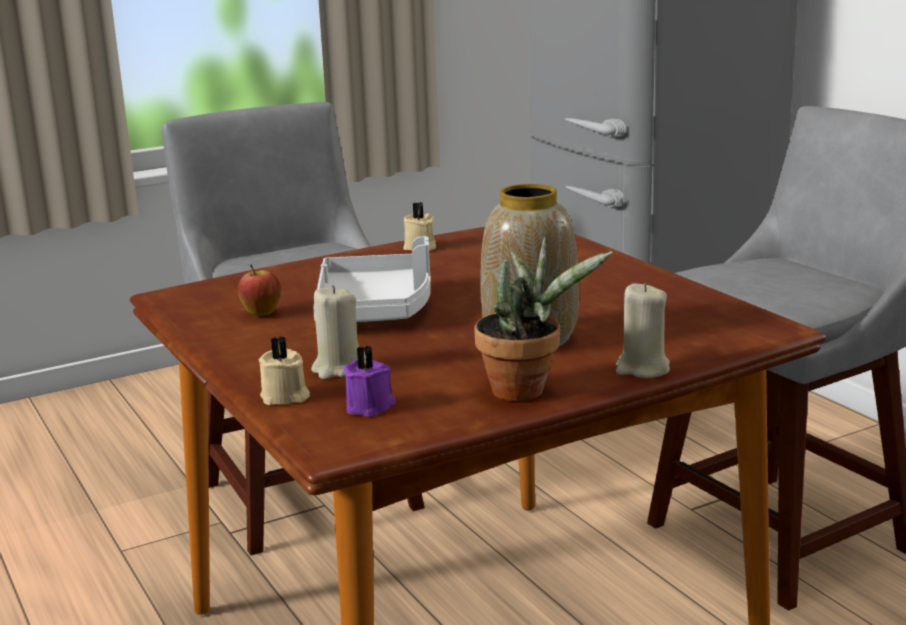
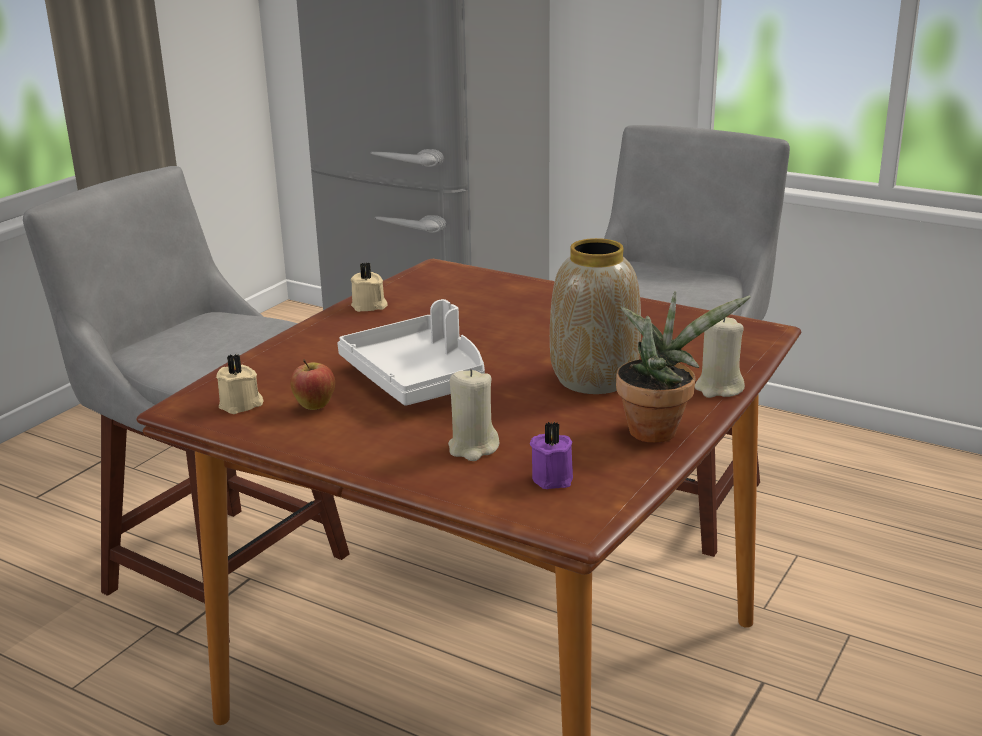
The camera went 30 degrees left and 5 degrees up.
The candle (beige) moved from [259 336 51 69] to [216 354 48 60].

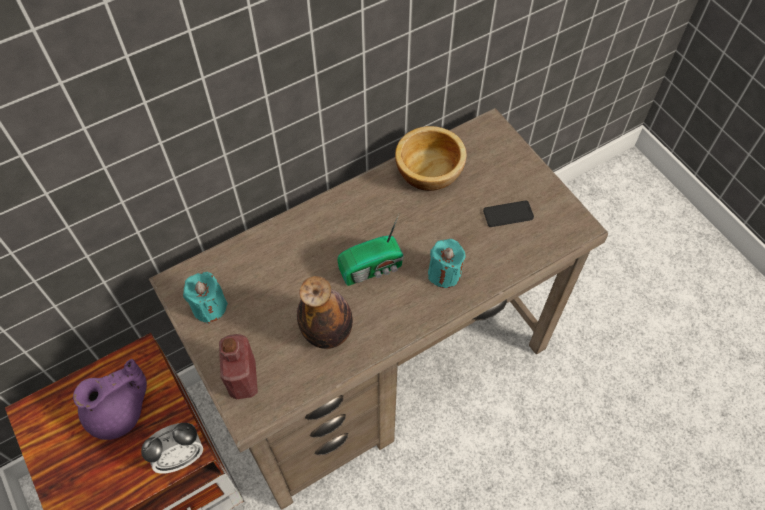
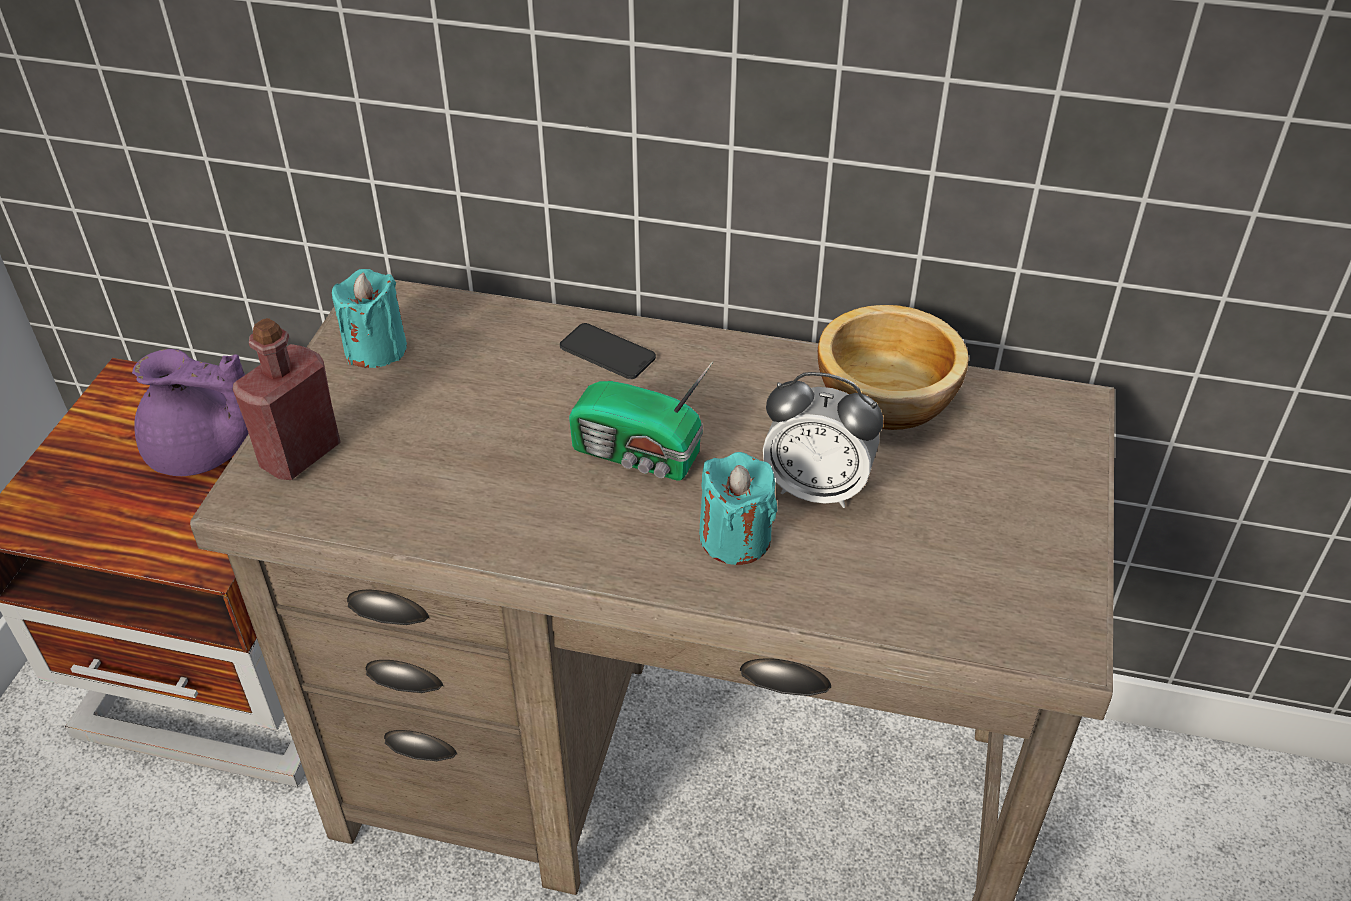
The camera went 45 degrees right and 15 degrees down.
The bottle at [297 276 56 73] disappeared.
The alarm clock moved from [141 423 62 51] to [763 372 120 136].
The telephone moved from [483 200 51 27] to [560 323 96 56].

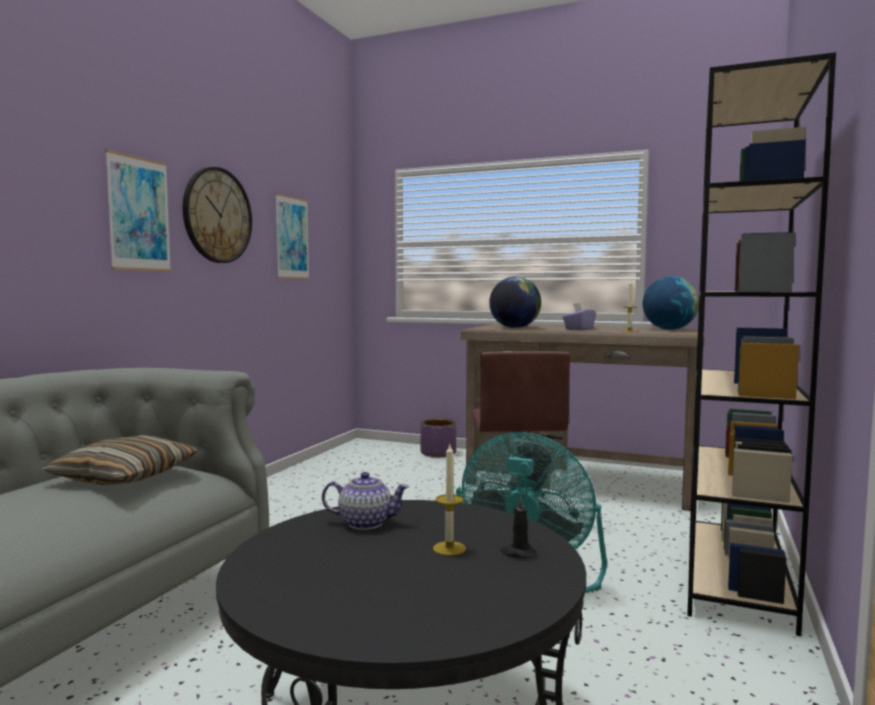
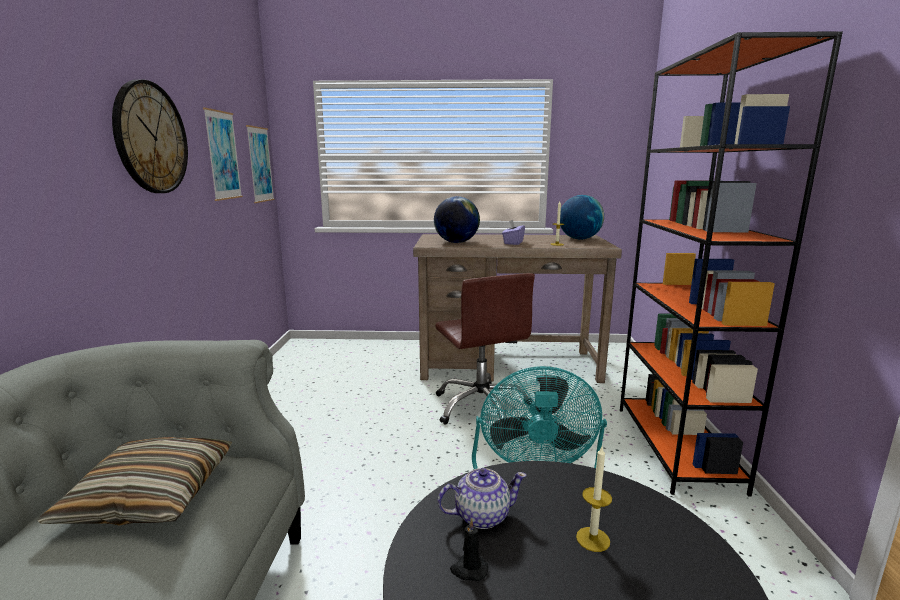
The camera went 20 degrees left and 10 degrees up.
The planter (purple-coloured) at [421 419 35 38] disappeared.
The picture moved from [105 150 67 121] to [246 125 29 78].
The candle (black) moved from [501 496 36 63] to [450 518 38 63].
The bookshelf (beige) at [687 52 149 584] became the bookshelf (orange) at [620 31 223 466].

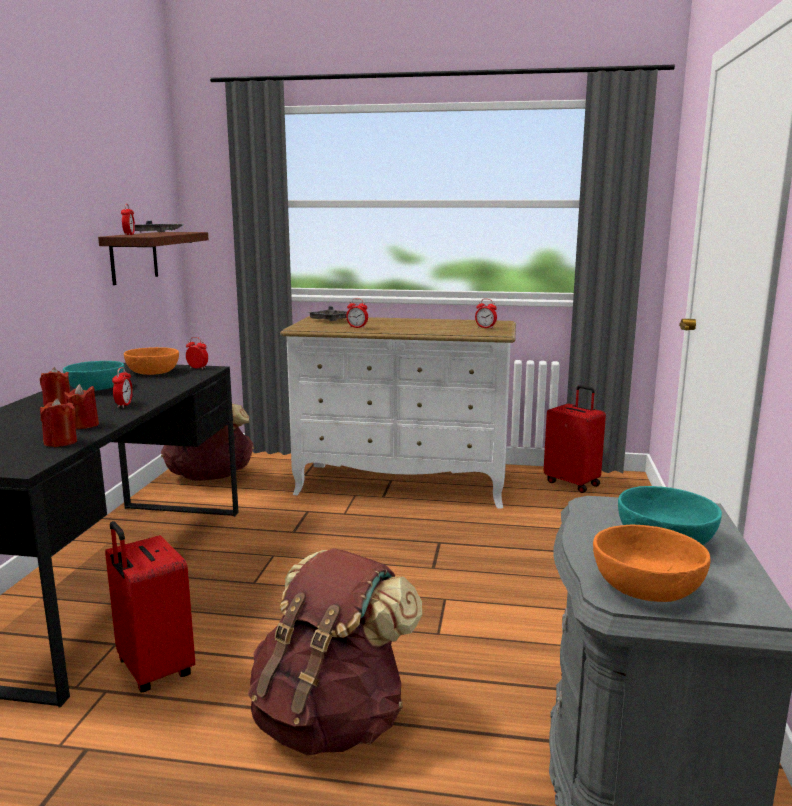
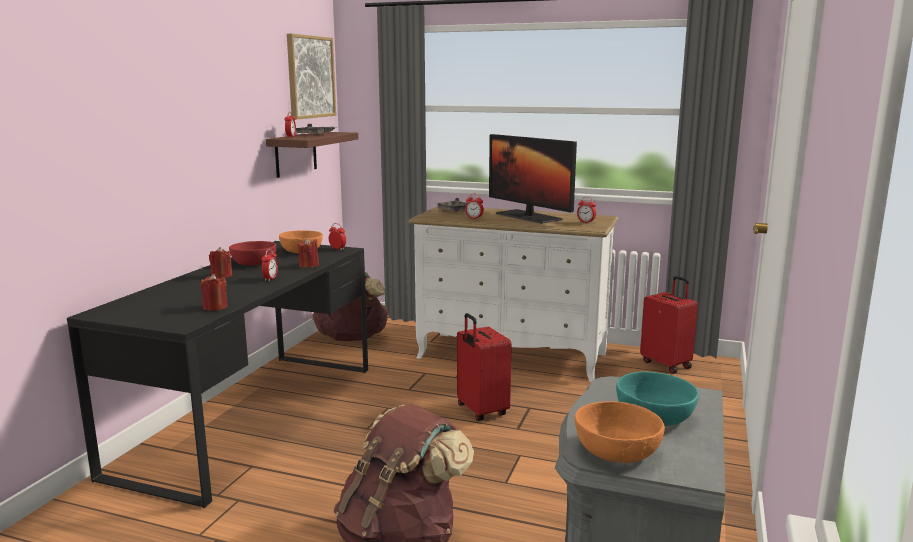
The camera went 10 degrees right and 0 degrees up.
The picture at [287 34 49 85] appeared.
The monitor at [489 134 88 90] appeared.
The candle (red-coloured) moved from [65 384 34 45] to [298 238 21 30].
The travel case (red-coloured) moved from [105 521 90 171] to [457 313 55 108].
The deep dish (turquoise-coloured) at [63 361 62 30] became the deep dish (red-coloured) at [229 241 47 24].

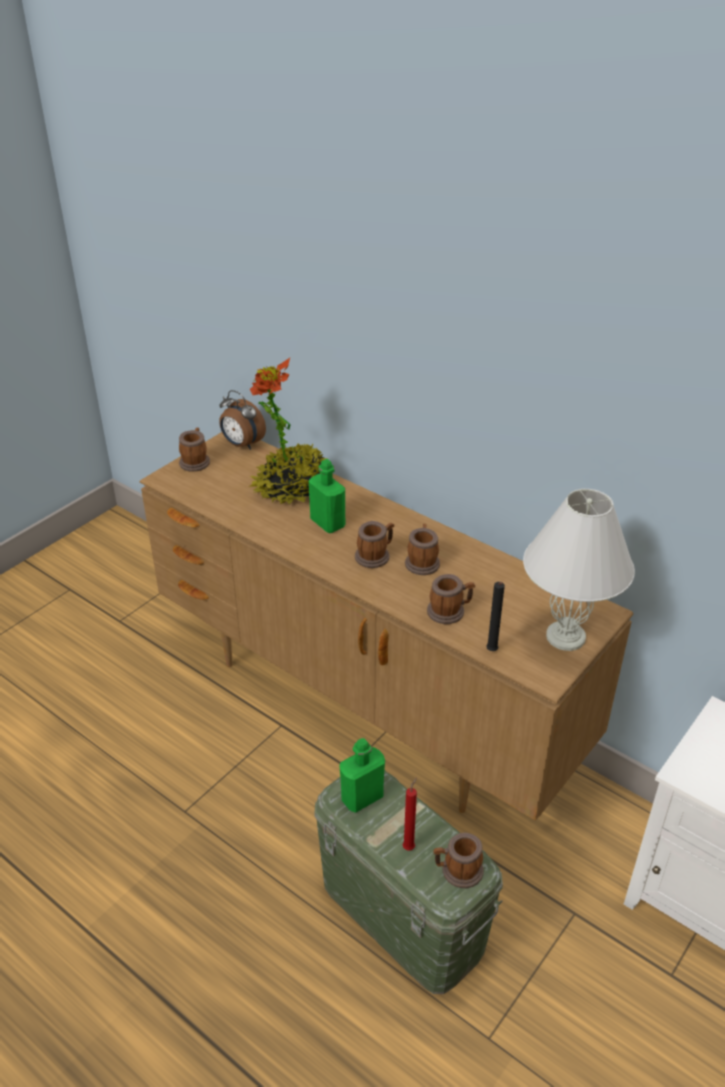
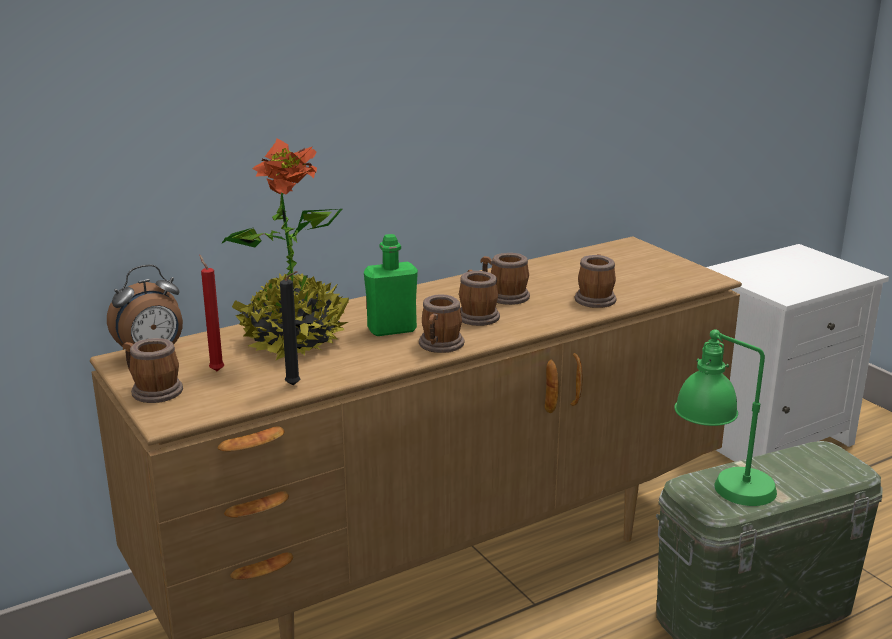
The camera went 70 degrees left and 15 degrees down.
The table lamp (white-coloured) at [523 489 112 162] disappeared.
The candle (red-coloured) moved from [403 777 14 74] to [199 255 25 116].
The tea mug moved from [433 832 50 56] to [419 294 45 59].
The candle (black) moved from [486 582 19 69] to [280 271 20 114].
The bottle (green) at [339 738 46 75] was replaced by the table lamp (green) at [674 329 103 177].

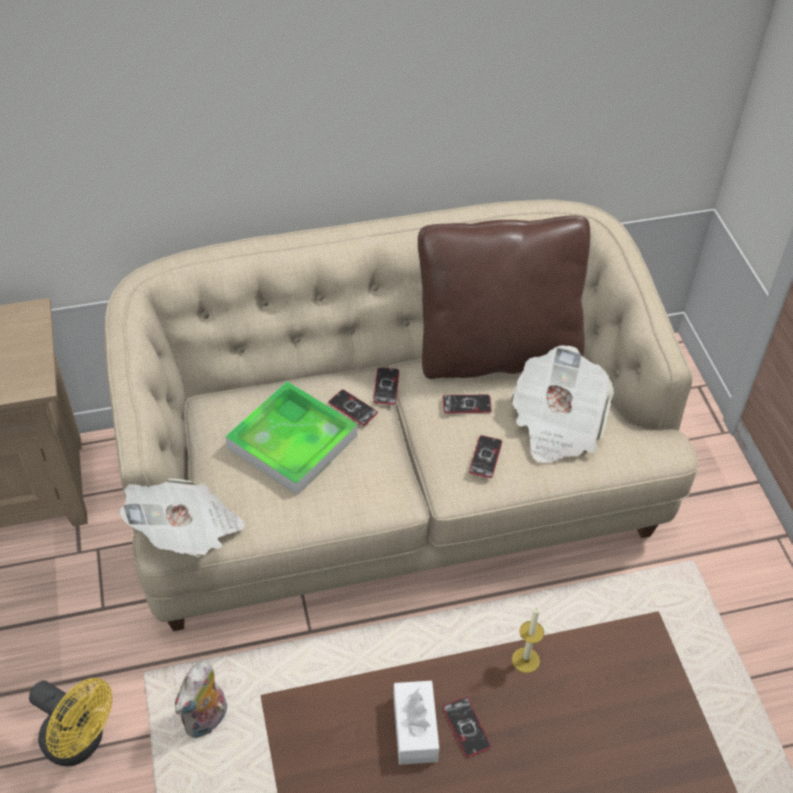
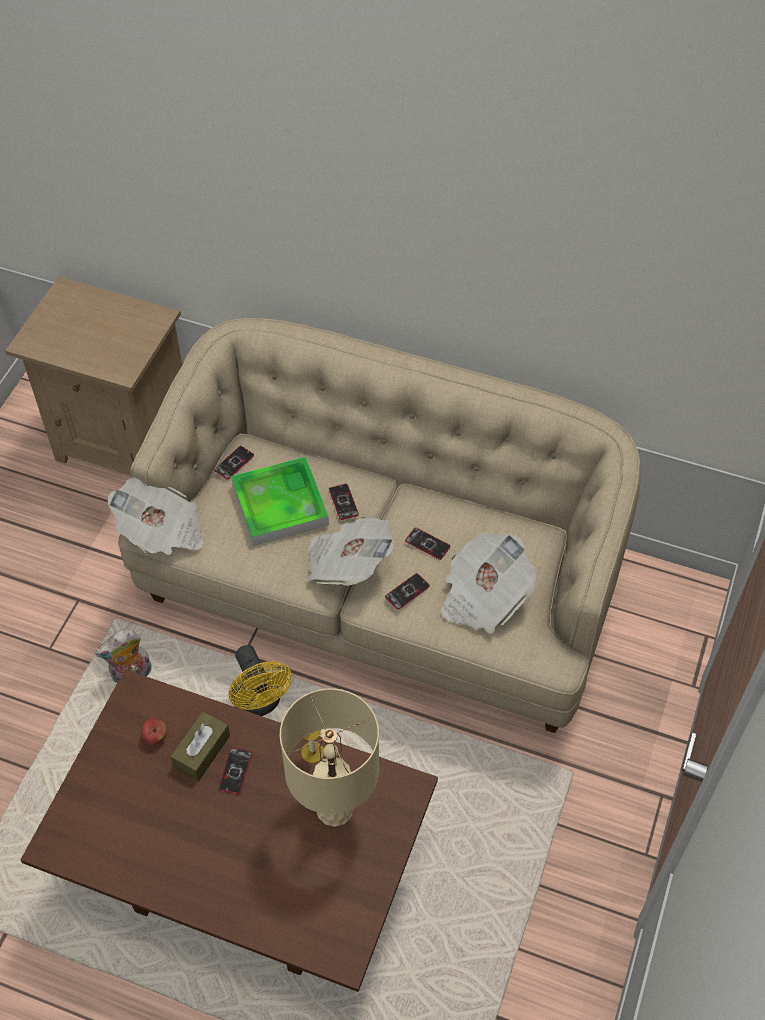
The camera went 35 degrees right and 5 degrees up.
The cushion (brown-coloured) at [418 215 172 164] disappeared.
The whole apple at [141 718 26 27] appeared.
The table lamp (beige) at [280 688 99 139] appeared.
The printed paper at [308 516 86 70] appeared.
The electric fan (yellow-coloured) moved from [29 678 83 88] to [229 645 63 71].
The telephone moved from [373 367 26 38] to [214 446 40 34].
The tissue holder (white-coloured) at [393 681 46 84] became the tissue holder (brown-coloured) at [170 711 60 70].

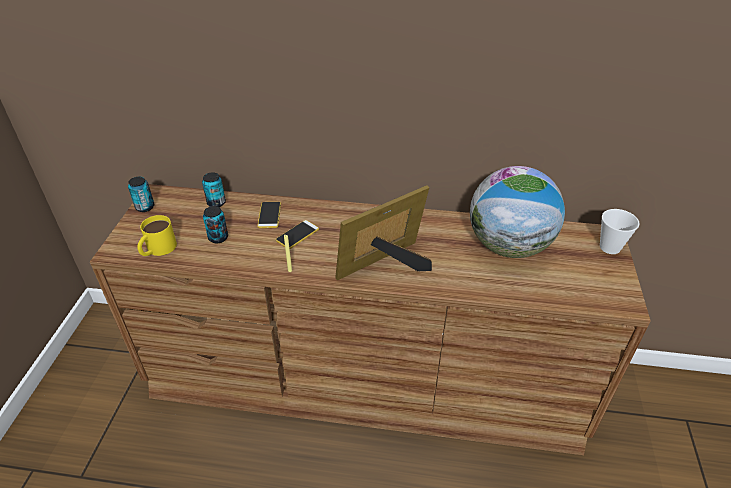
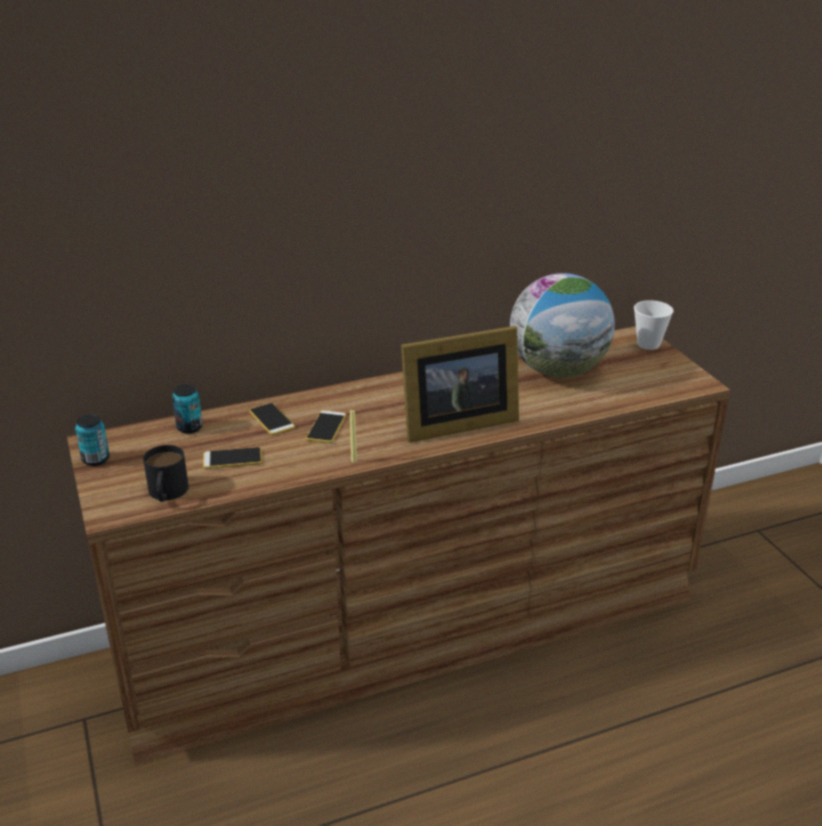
The camera went 30 degrees left and 10 degrees down.
The sealed can at [203 206 25 37] was replaced by the telephone at [203 447 59 22].
The tea mug (yellow-coloured) at [137 215 40 41] became the tea mug (black) at [143 445 46 57].
The photo frame at [335 185 97 95] turned 135 degrees counterclockwise.

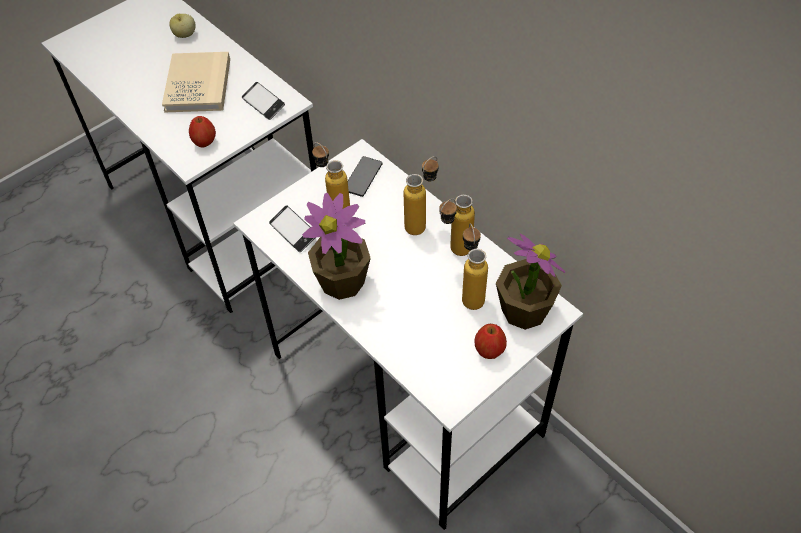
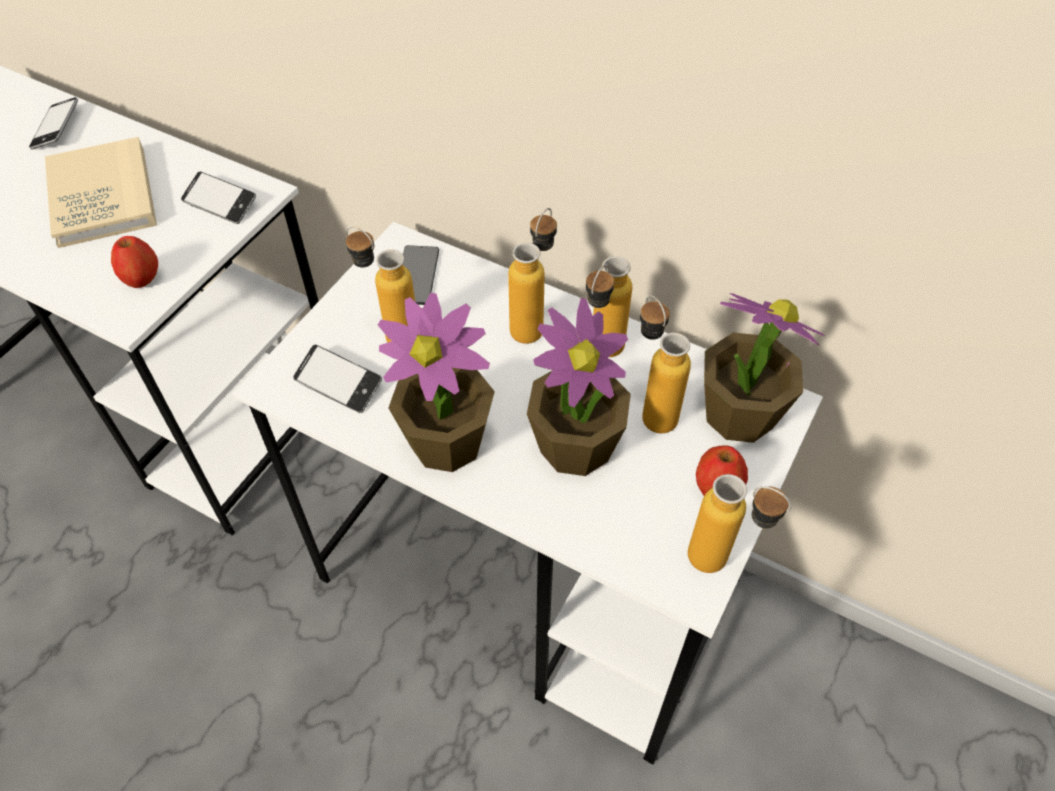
The camera went 20 degrees left and 0 degrees up.
The potted plant at [527 298 104 178] appeared.
The bottle at [688 474 103 99] appeared.
The whole apple at [169 14 27 24] was replaced by the telephone at [29 97 49 52].

